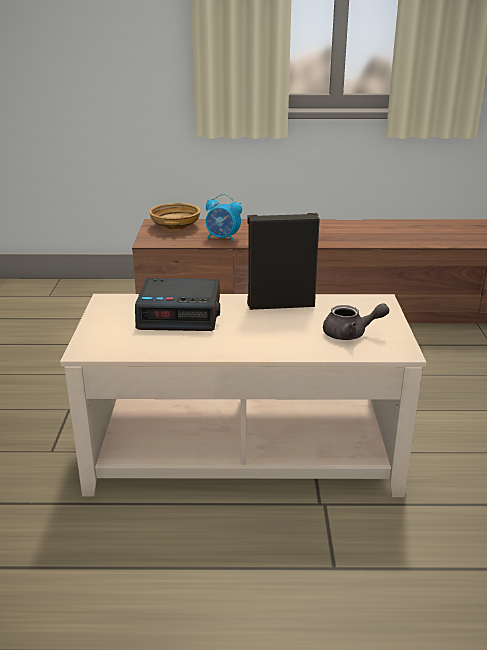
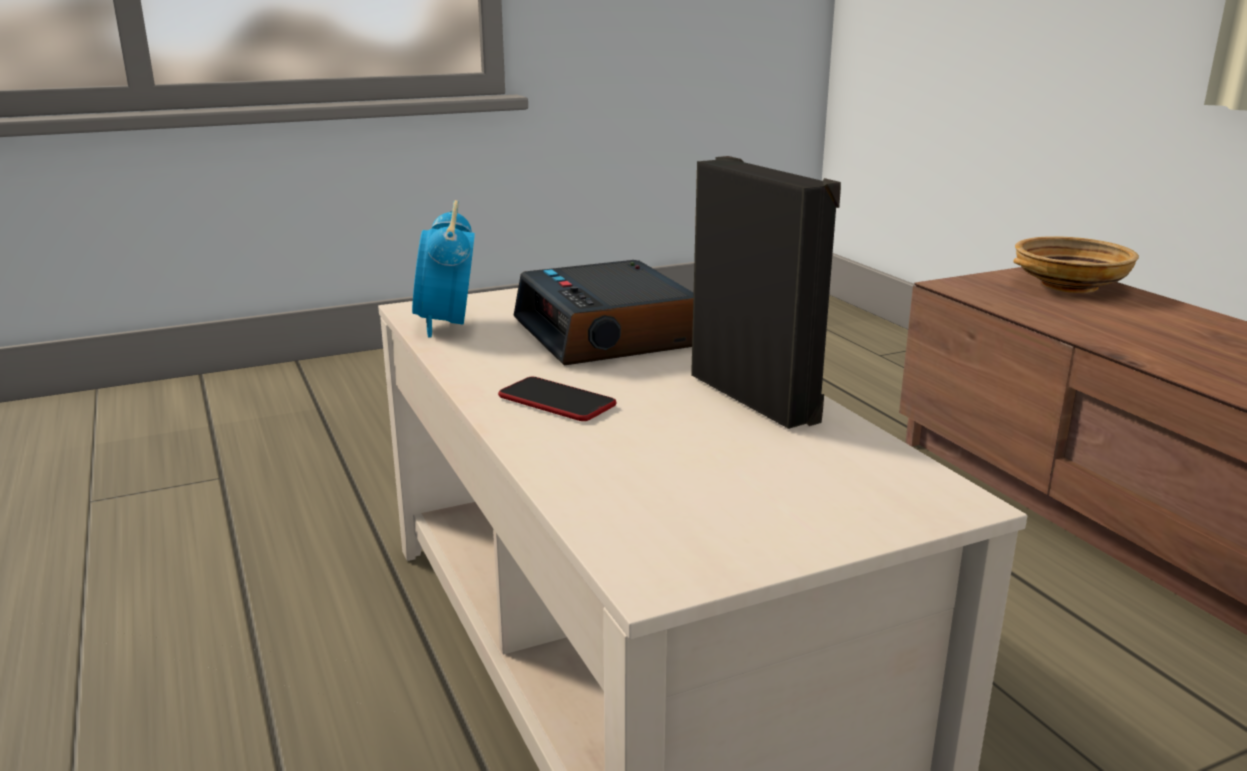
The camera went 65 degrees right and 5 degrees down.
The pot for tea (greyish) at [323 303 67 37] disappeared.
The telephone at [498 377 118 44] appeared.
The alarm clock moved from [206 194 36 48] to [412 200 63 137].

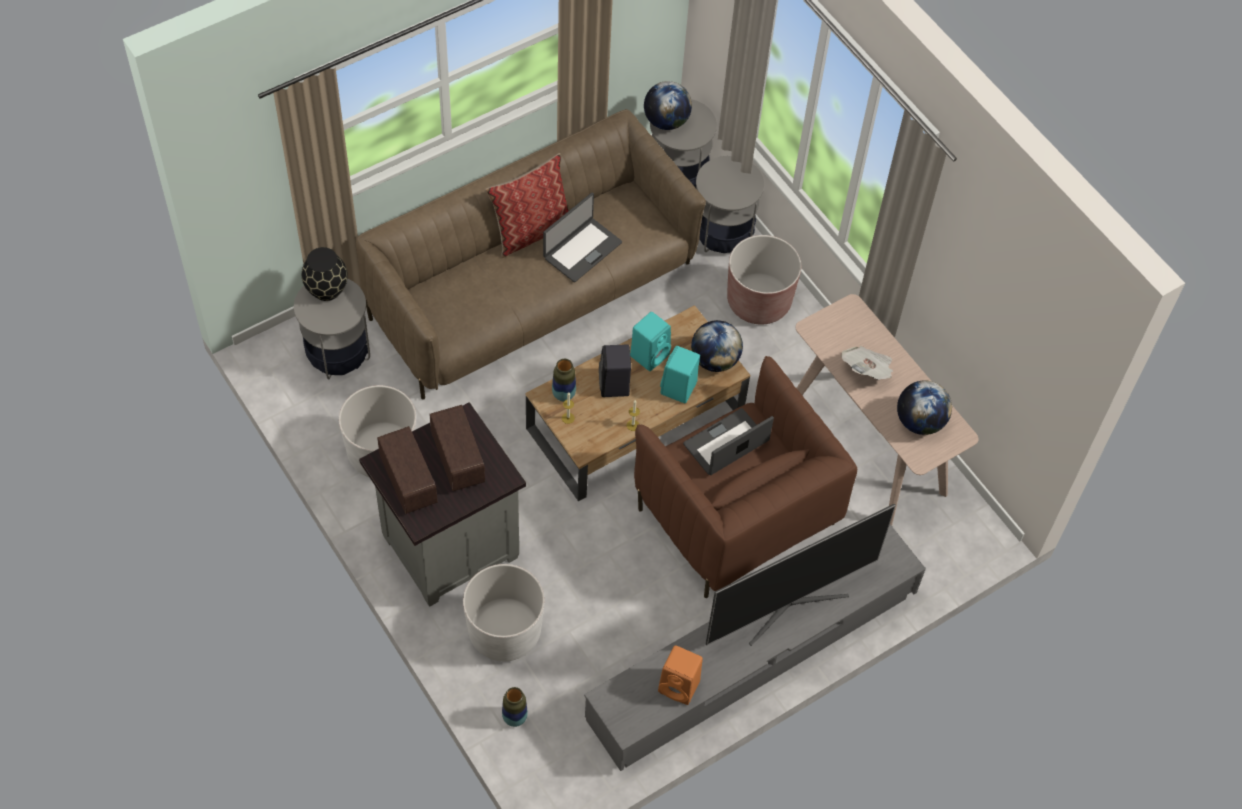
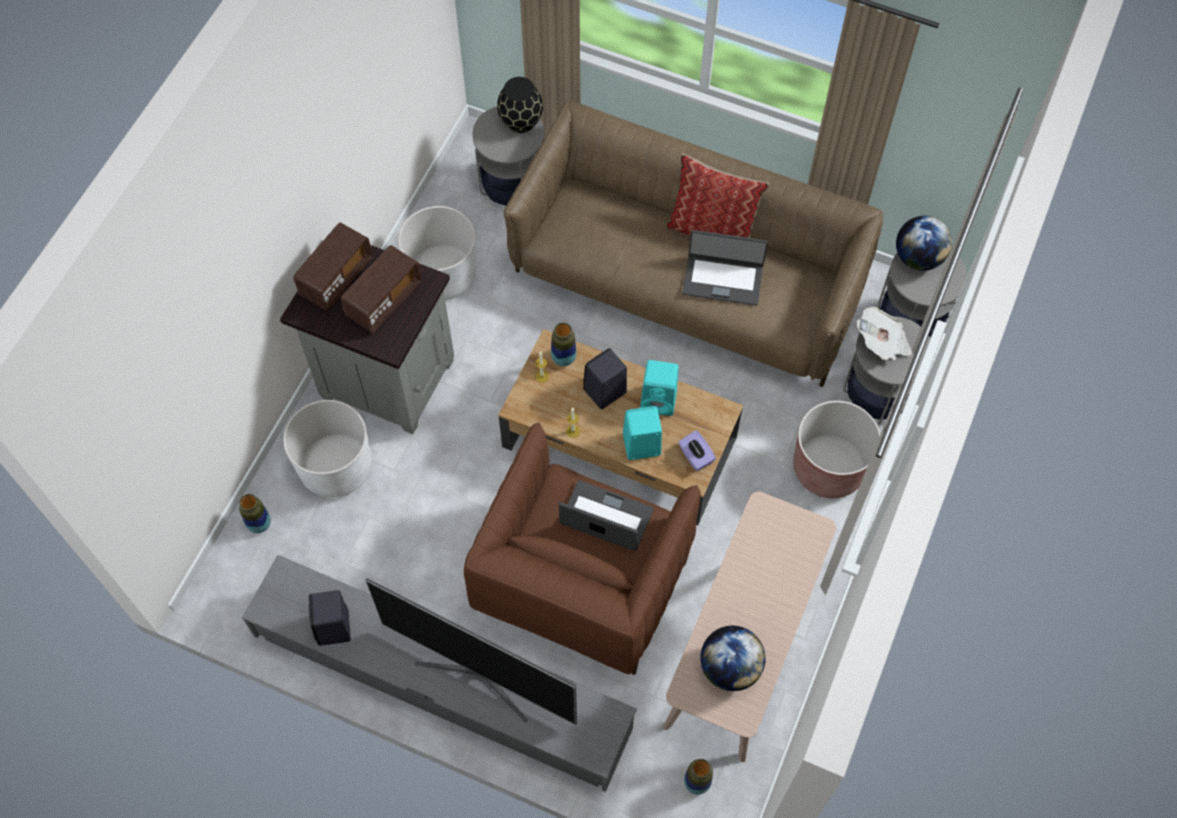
The camera went 60 degrees right and 5 degrees up.
The decorative vase at [684 759 29 36] appeared.
The printed paper moved from [841 346 52 34] to [857 307 55 53].
The world globe at [691 320 52 52] was replaced by the tissue holder (purple-coloured) at [678 430 38 41].
The audio speaker (orange) at [658 645 45 60] became the audio speaker (black) at [308 590 43 56].

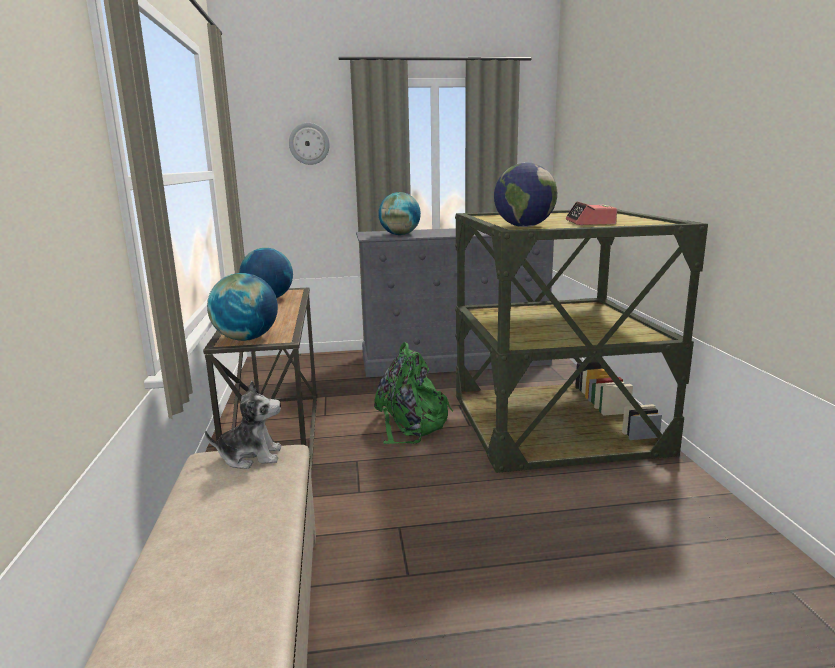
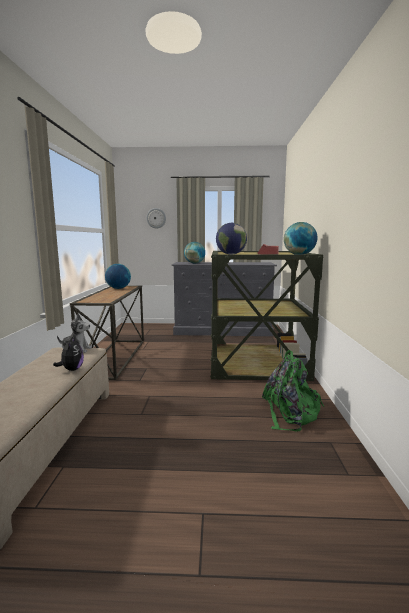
The camera went 10 degrees right and 5 degrees down.
The plush toy at [53 338 31 33] appeared.
The world globe moved from [207 273 71 68] to [284 222 33 33].
The rucksack (green) moved from [374 342 79 102] to [262 350 62 81].

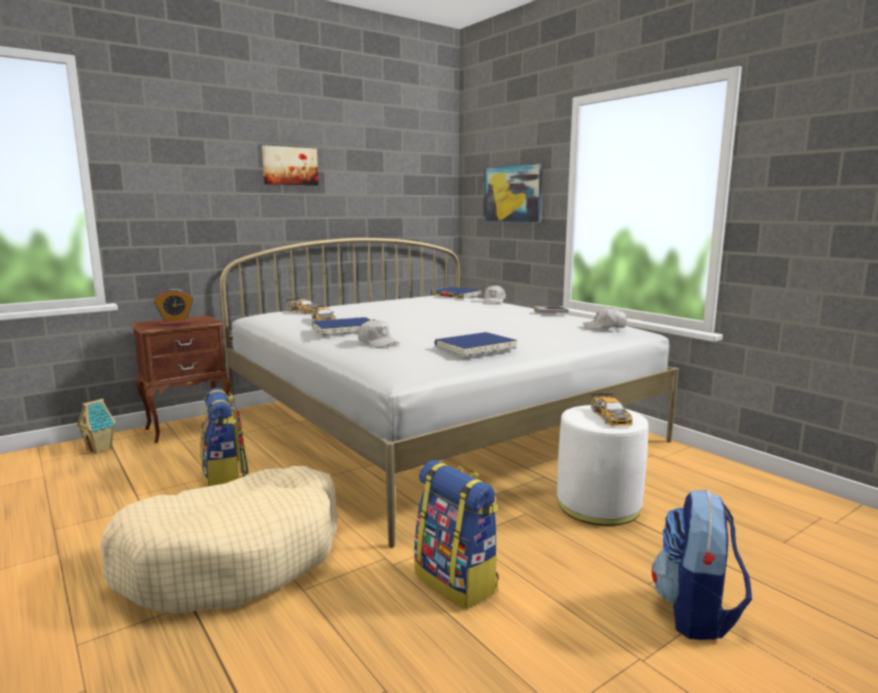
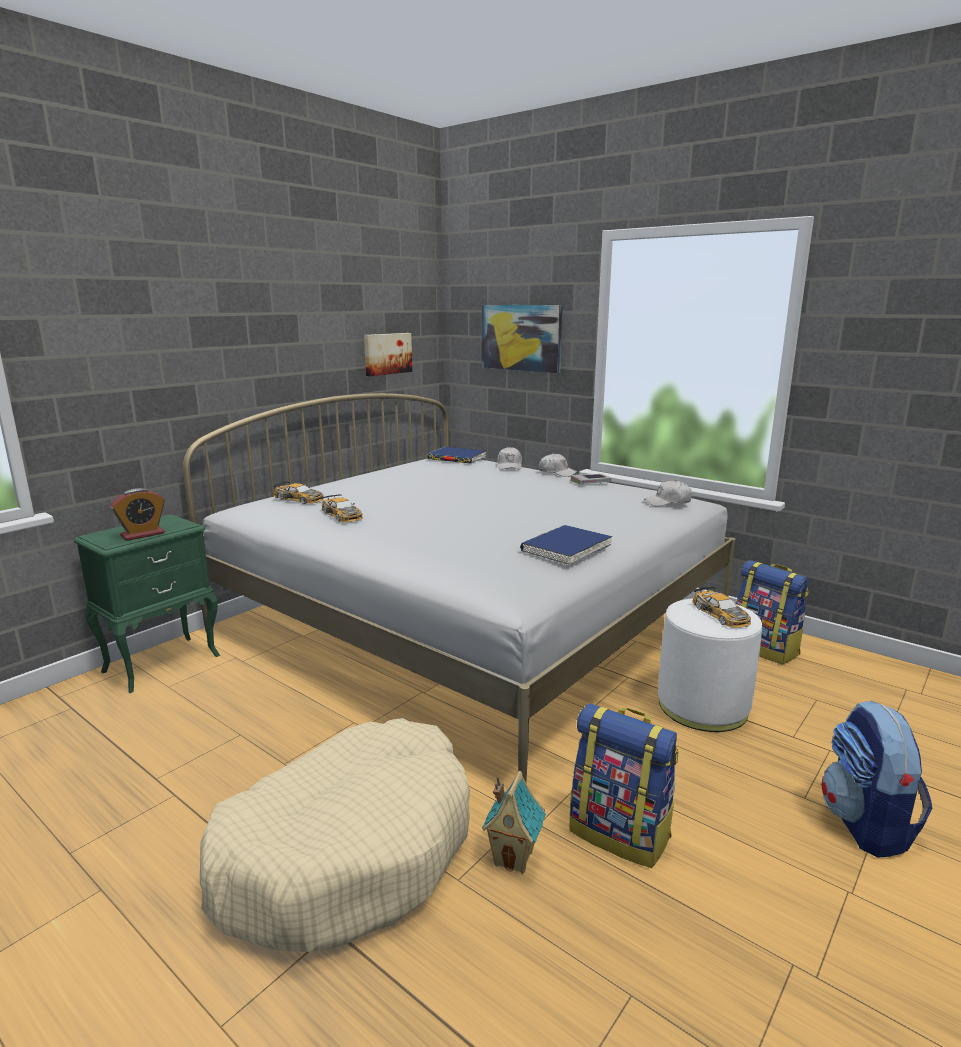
The camera went 15 degrees left and 5 degrees up.
The bound book (bluish) at [312 317 58 19] disappeared.
The toy house moved from [76 399 40 55] to [482 771 64 103].
The rucksack moved from [200 388 49 99] to [737 560 72 105].
The picture moved from [262 145 56 41] to [364 333 48 43].
The cap (white-coloured) moved from [358 319 42 29] to [539 453 39 24].
The night table (brown-coloured) at [131 316 99 127] became the night table (green) at [74 514 146 179].

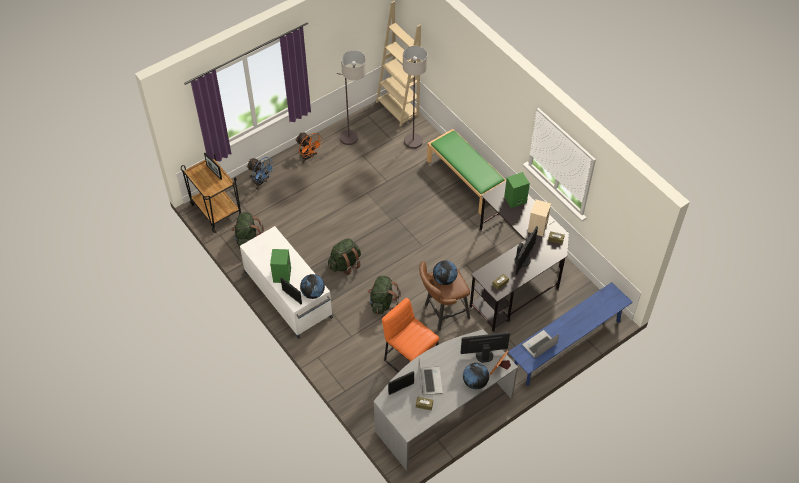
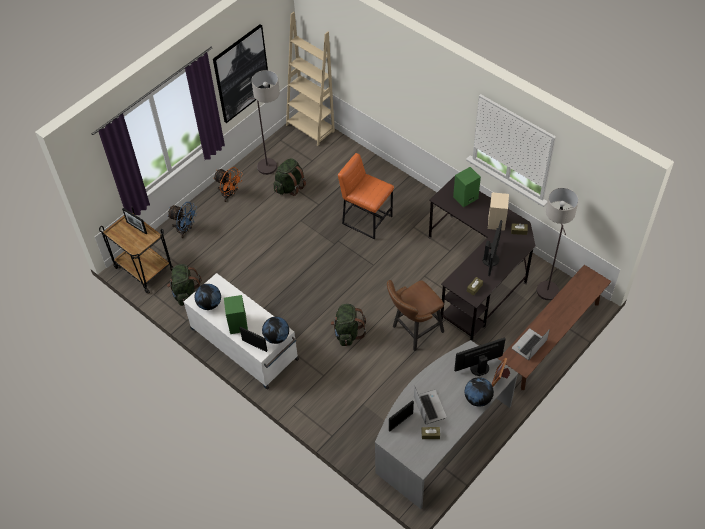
The camera went 10 degrees left and 0 degrees up.
The bench (green) at [427 129 79 86] disappeared.
The picture at [213 24 57 99] appeared.
The rucksack (green) moved from [328 238 33 37] to [274 158 32 38].
The upright chair (orange) moved from [382 298 57 74] to [338 153 56 86].
The standard lamp (greyish) moved from [403 46 24 103] to [537 188 42 112].
The world globe moved from [433 261 24 24] to [194 284 27 26].
The bench (bluish) at [508 282 125 103] became the bench (brown-coloured) at [499 265 112 125].

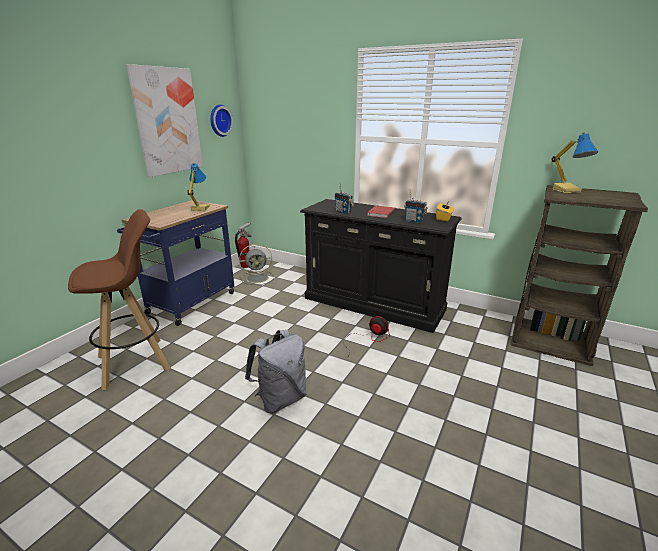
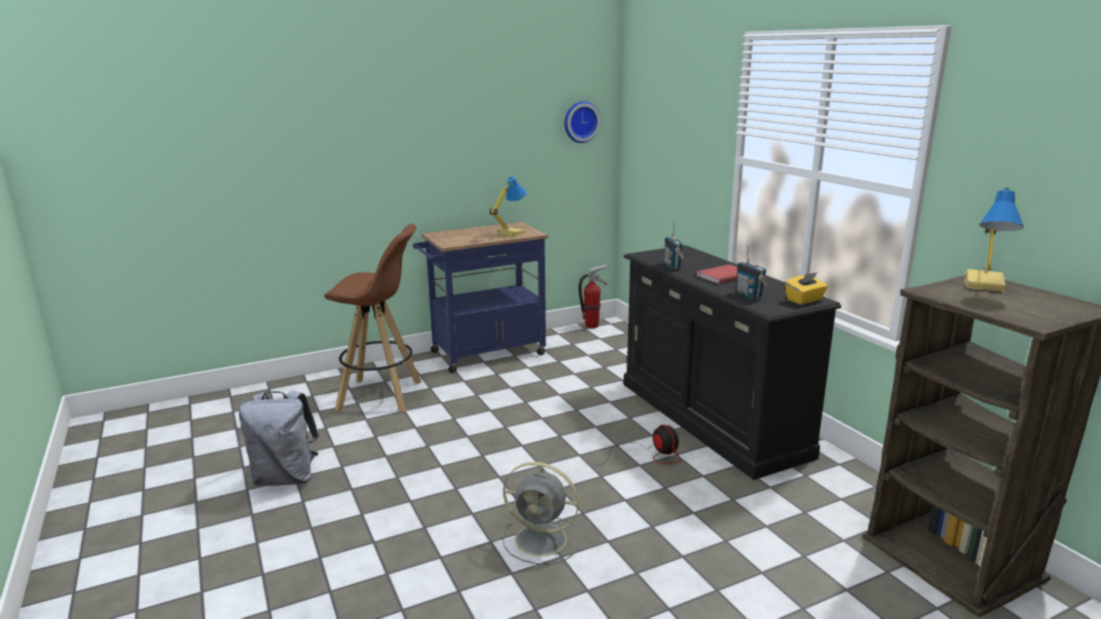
The camera went 35 degrees right and 5 degrees down.
The picture at [126 64 77 113] disappeared.
The electric fan (greyish) moved from [239 244 35 41] to [503 462 78 103].
The rucksack (greyish) moved from [245 330 61 83] to [239 390 80 96].

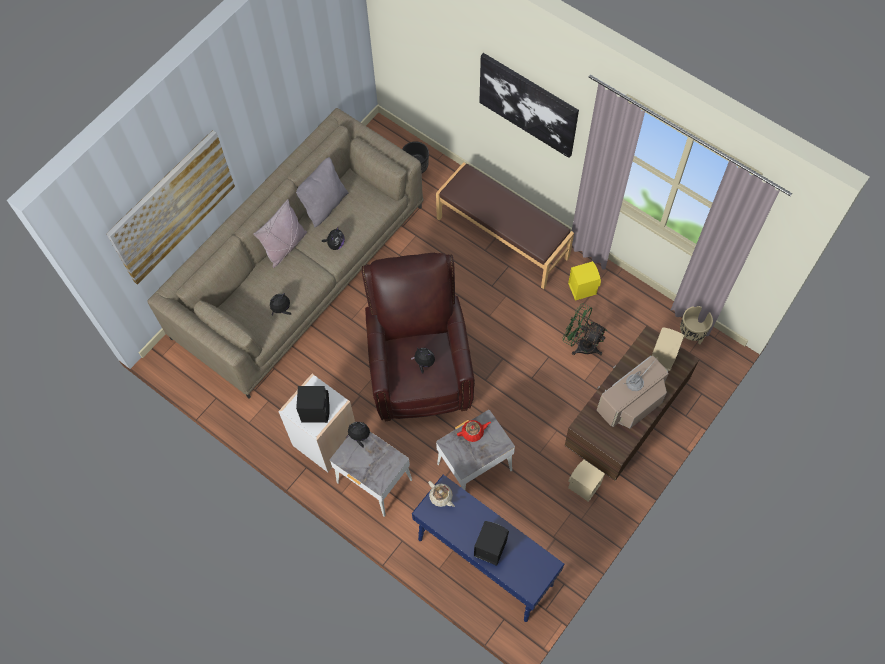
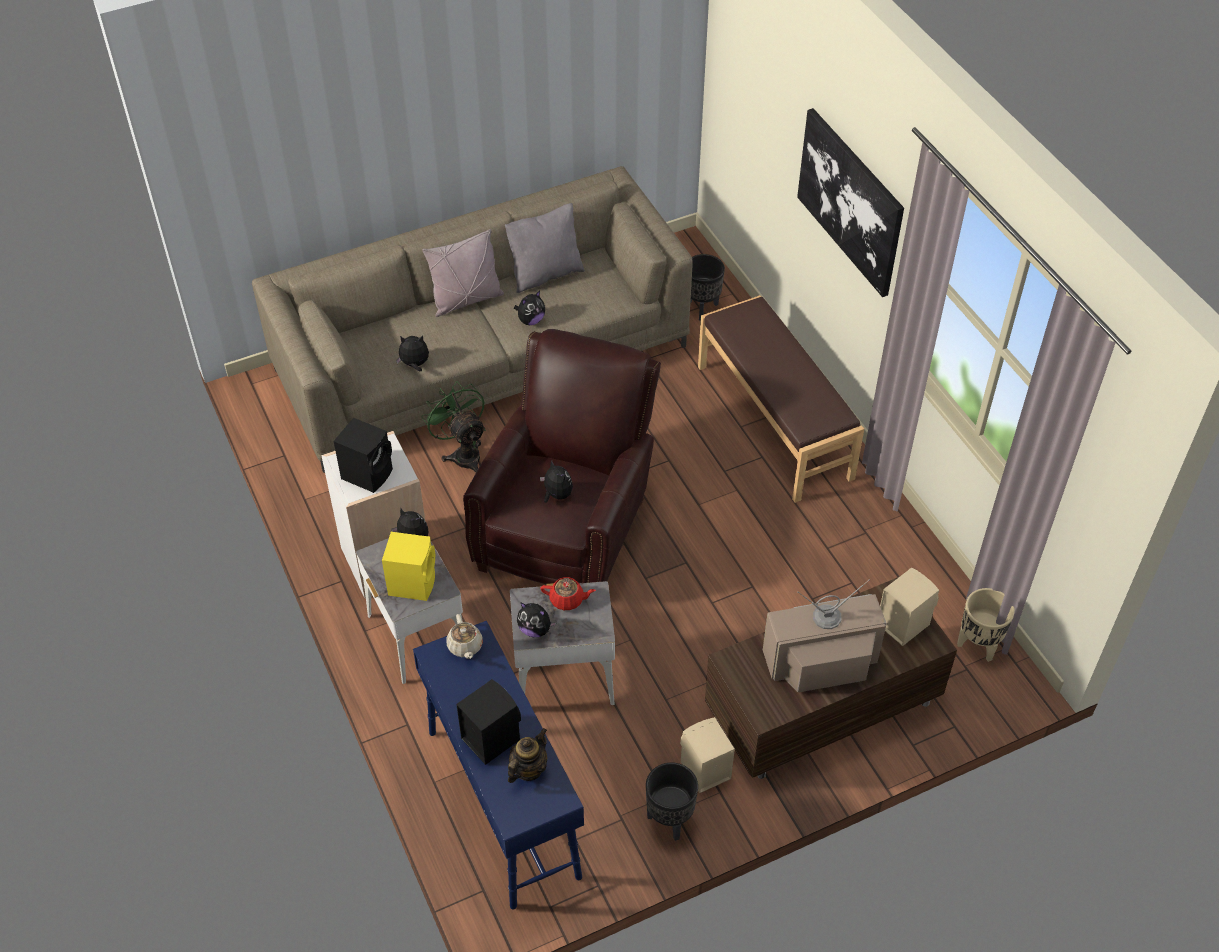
The camera went 25 degrees right and 15 degrees down.
The picture at [106 130 129 155] disappeared.
The pot for tea at [508 728 39 55] appeared.
The plush toy at [517 602 40 36] appeared.
The planter (black) at [646 763 52 78] appeared.
The electric fan (green) moved from [563 303 44 52] to [422 381 64 91].
The audio speaker (yellow-coloured) moved from [568 261 33 40] to [382 532 53 69].

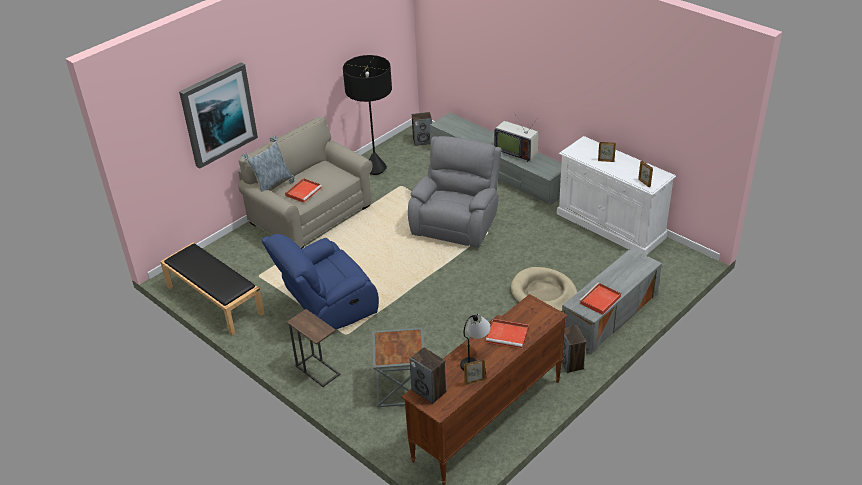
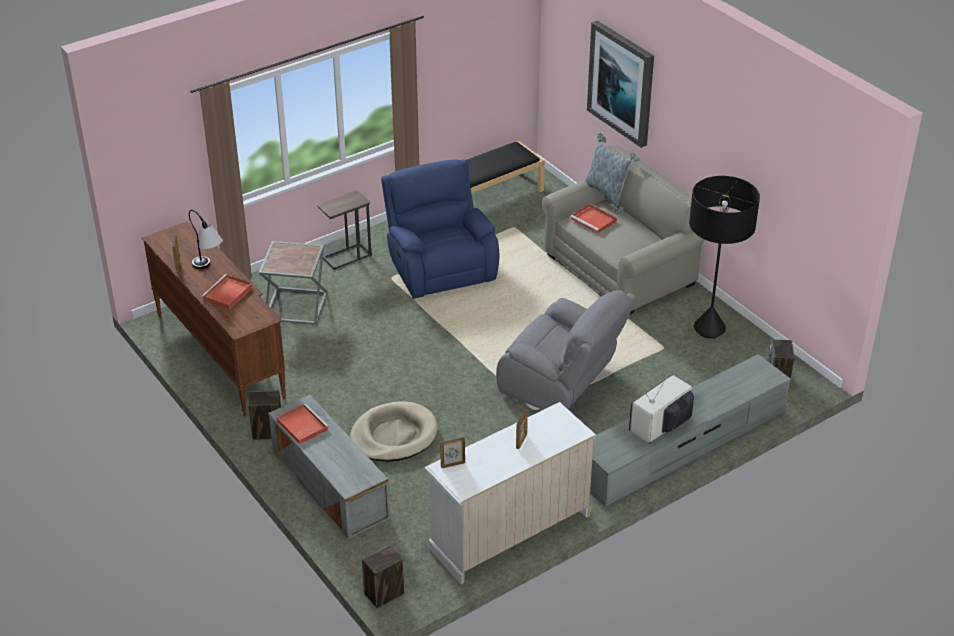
The camera went 100 degrees right and 0 degrees up.
The audio speaker moved from [409 347 38 57] to [362 544 42 64].

